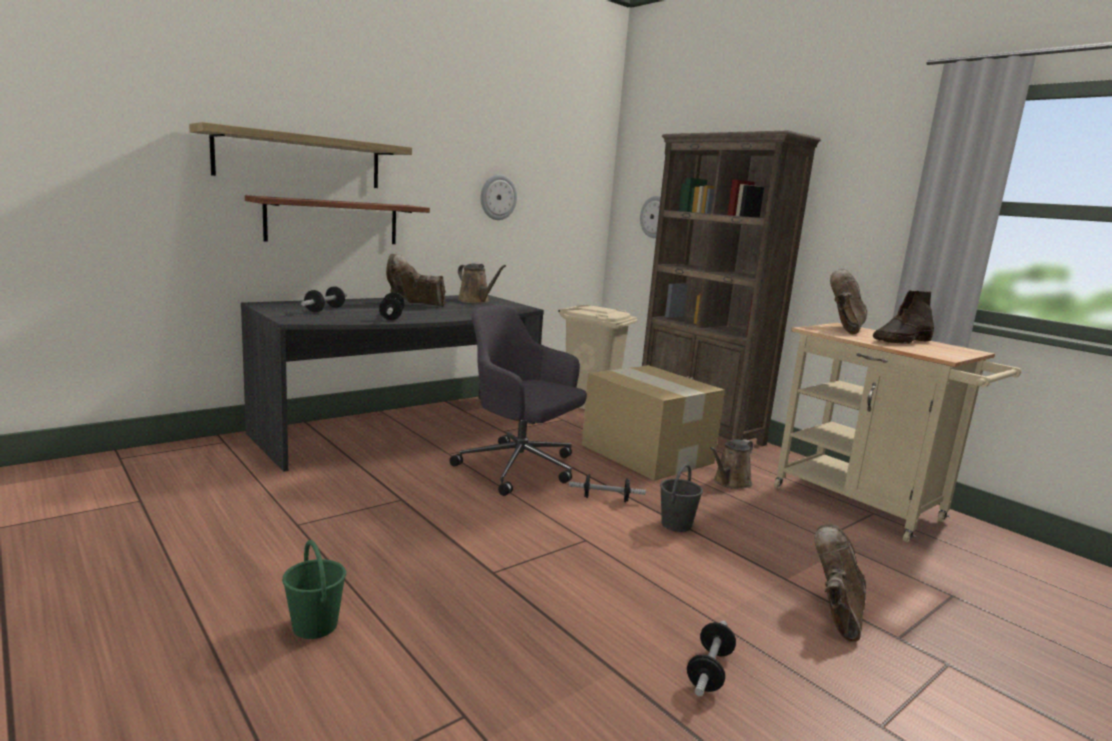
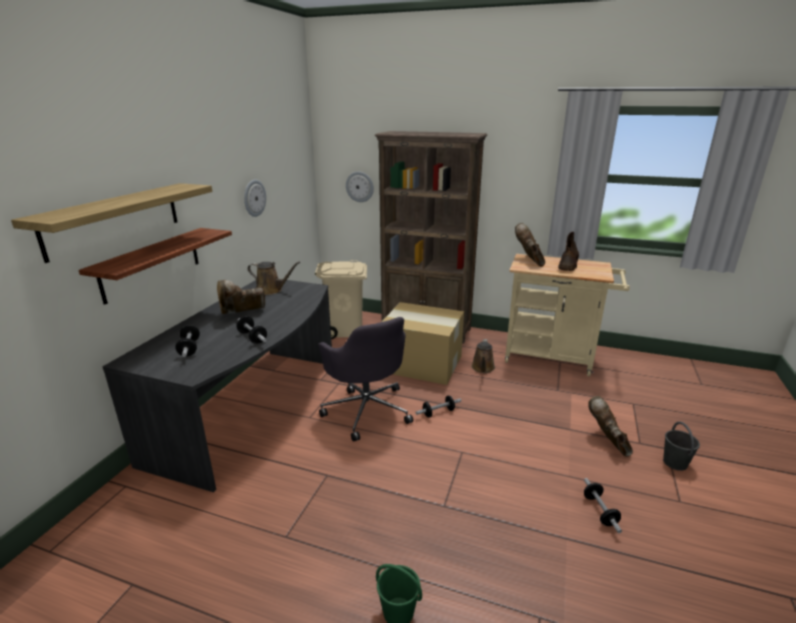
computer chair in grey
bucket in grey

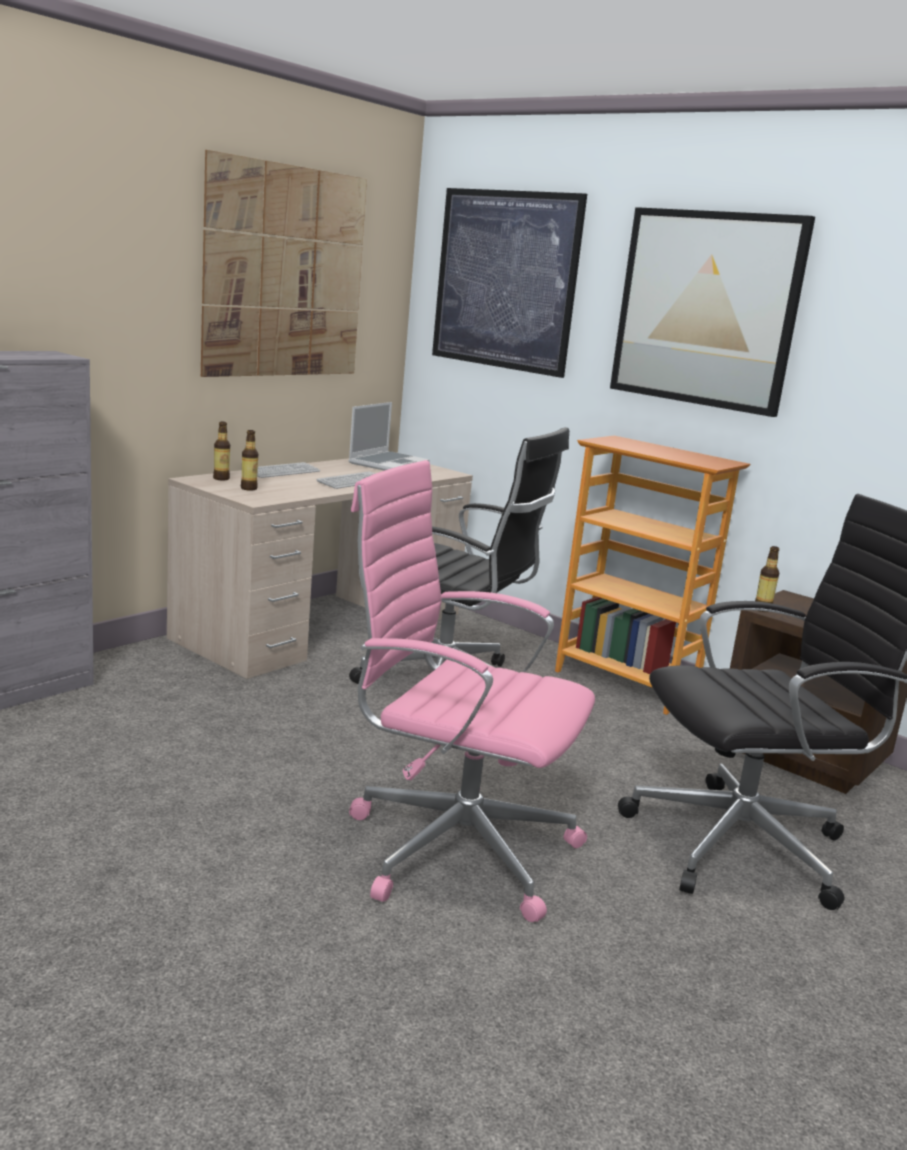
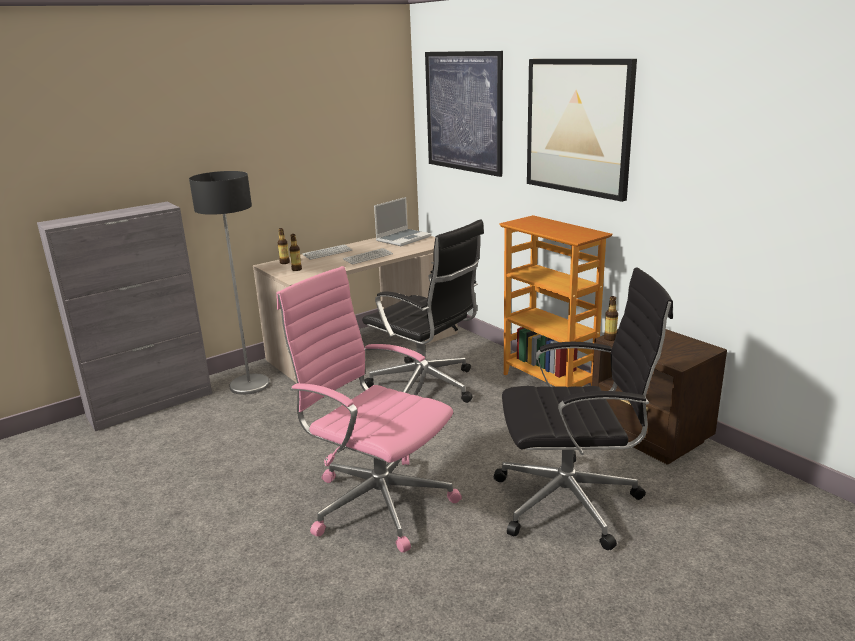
floor lamp
picture (1st from left in the first image)

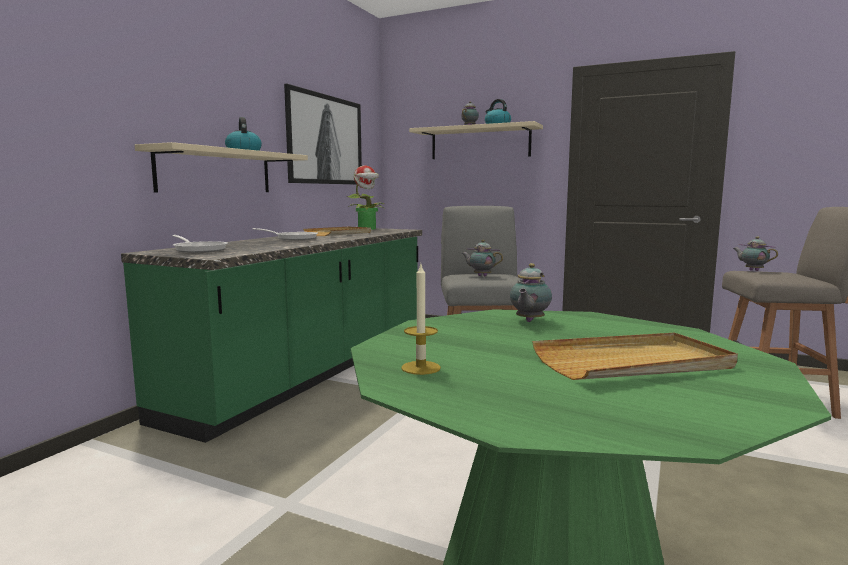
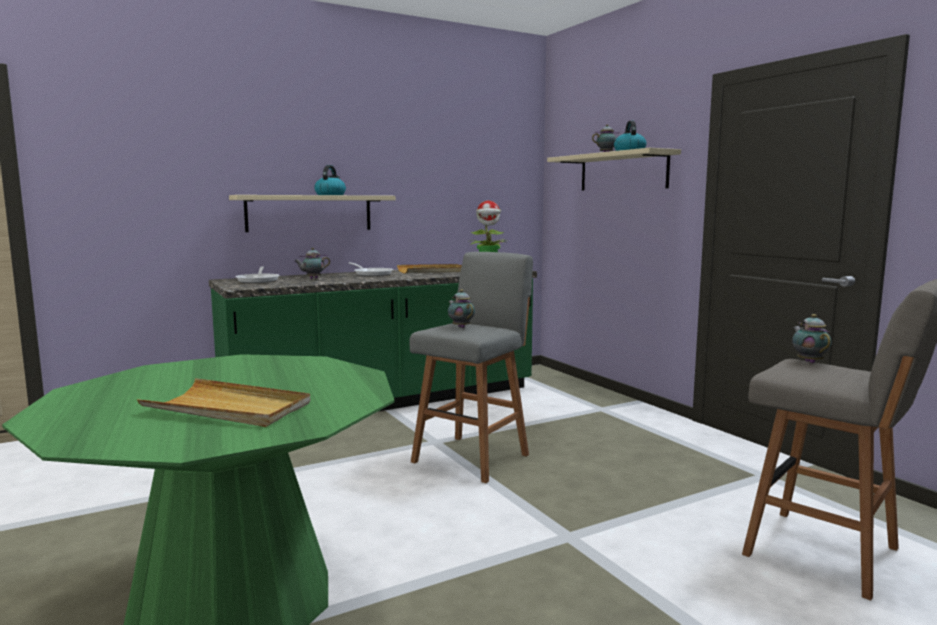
tea pot (1st from left)
picture
wax candle

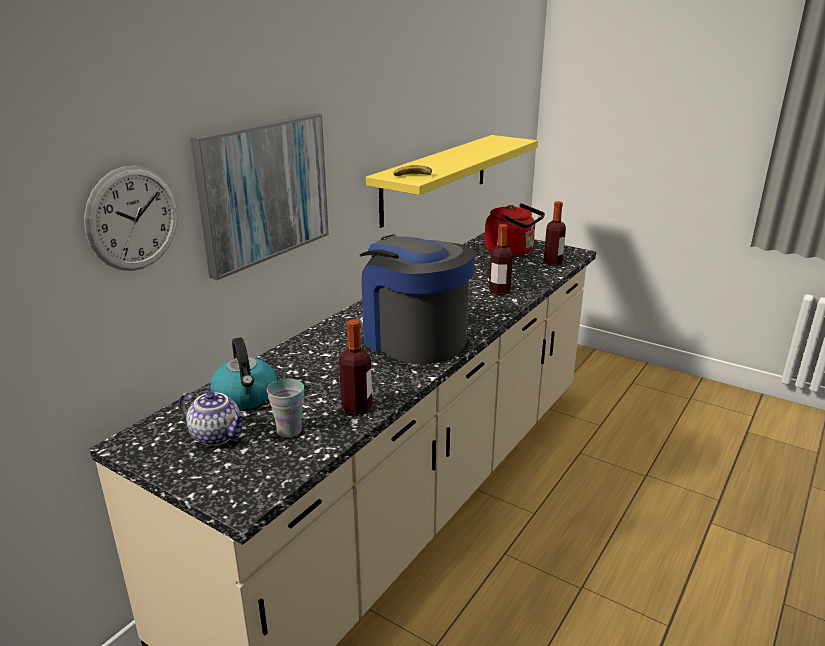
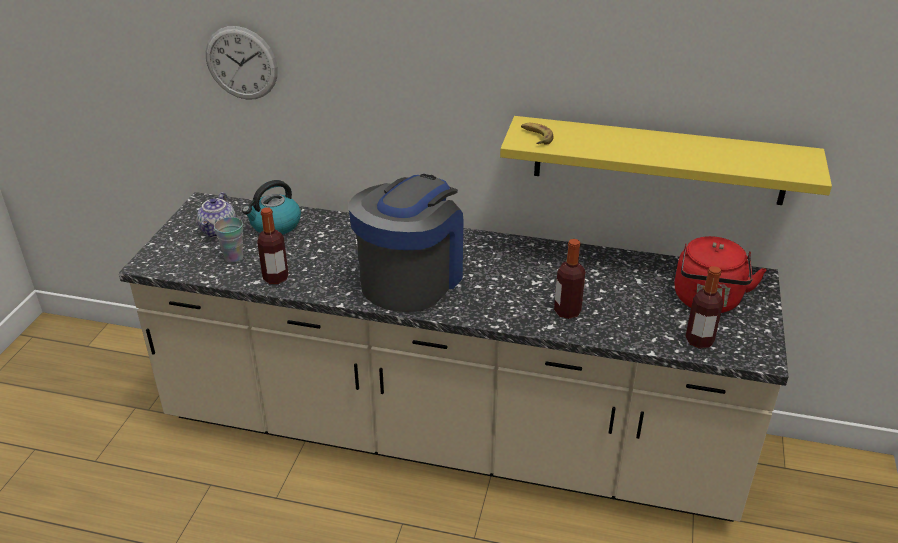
picture

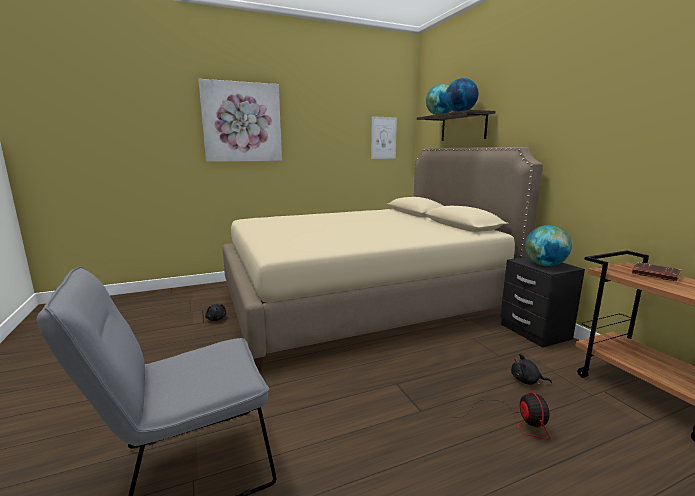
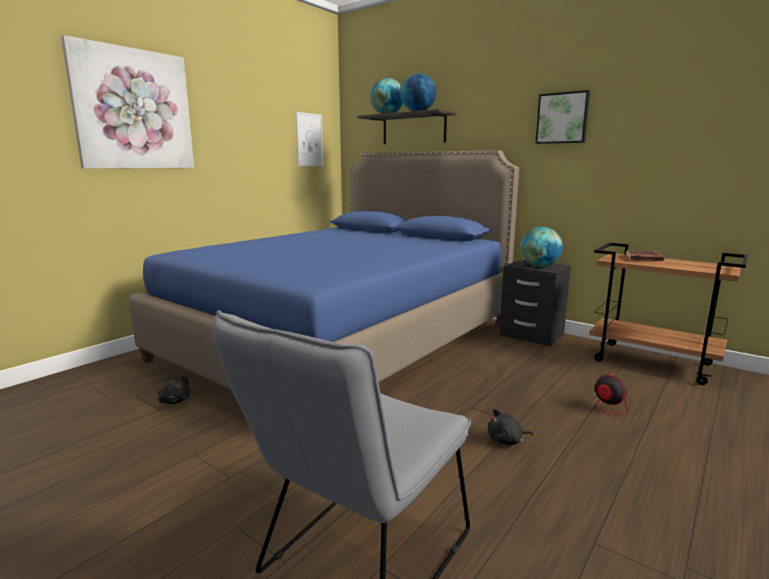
bed in blue-coloured
cuddly toy in black-coloured (2nd from left)
picture (3rd from left)

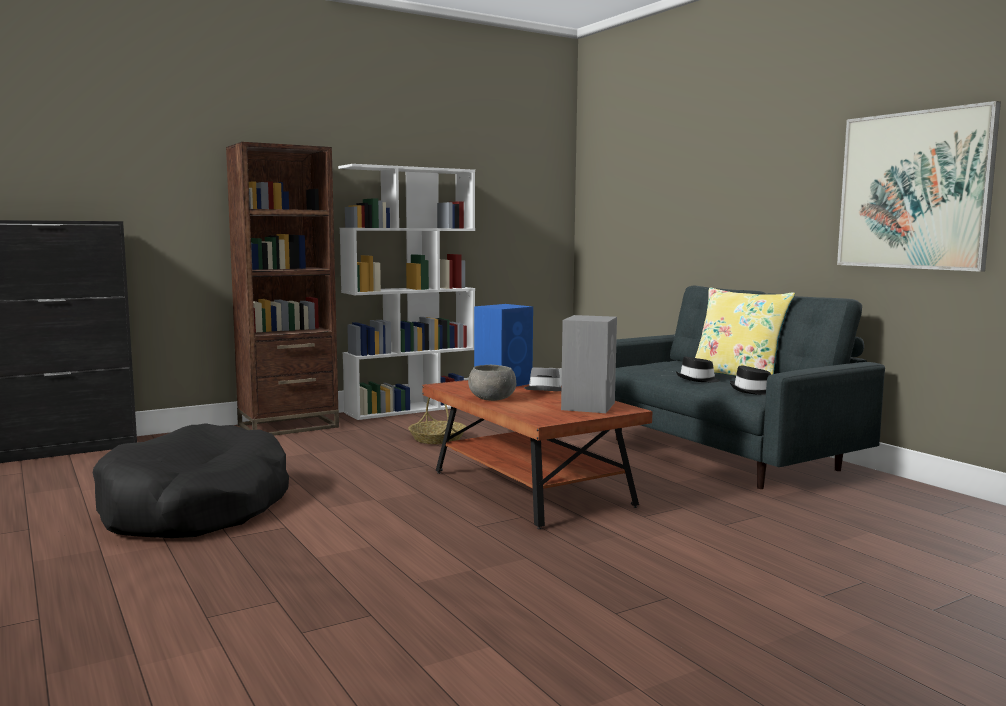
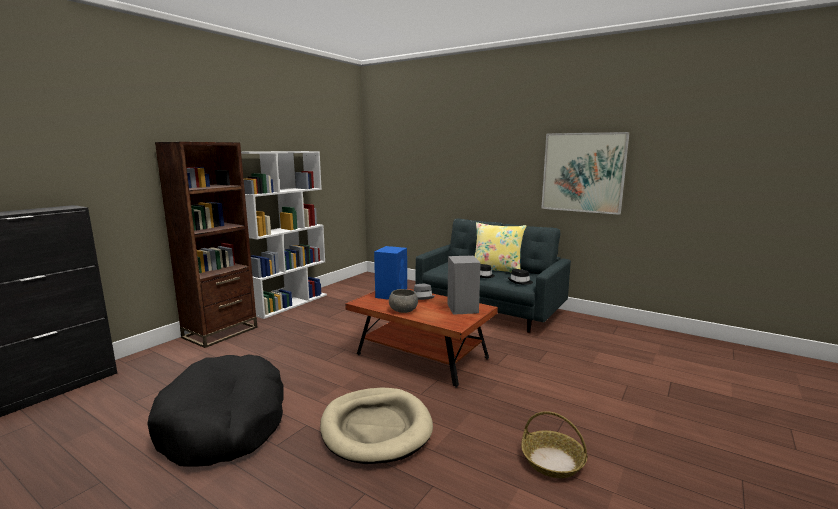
pet bed in beige
basket

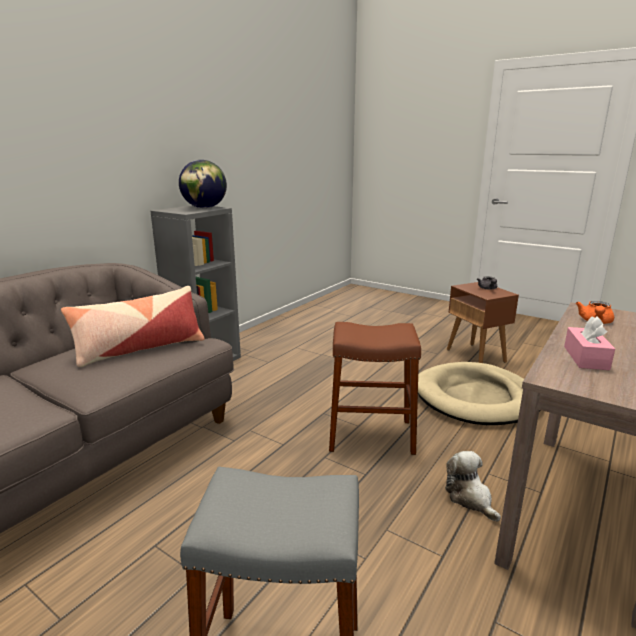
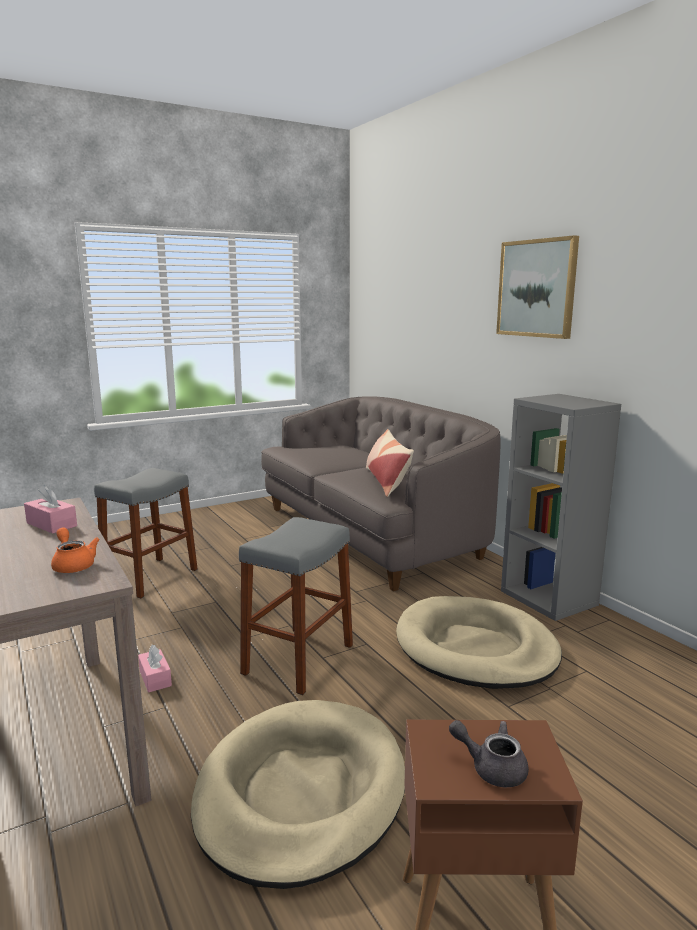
tissue holder in pink-coloured (2nd from left)
sitting stool in grey (2nd from left)
pet bed in beige (2nd from left)
picture
desk globe

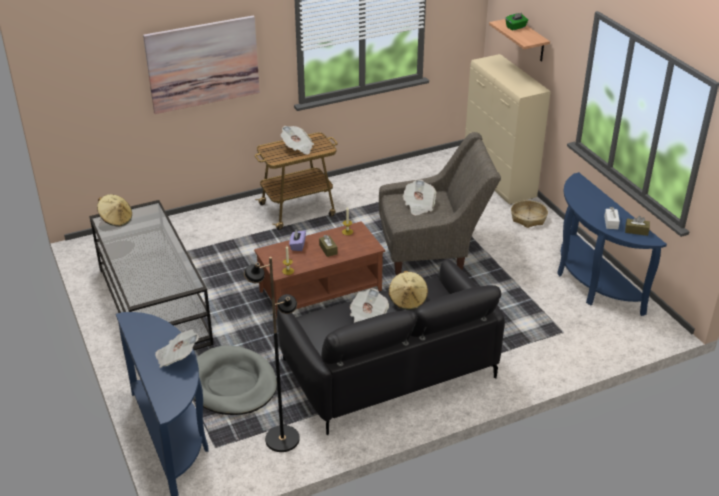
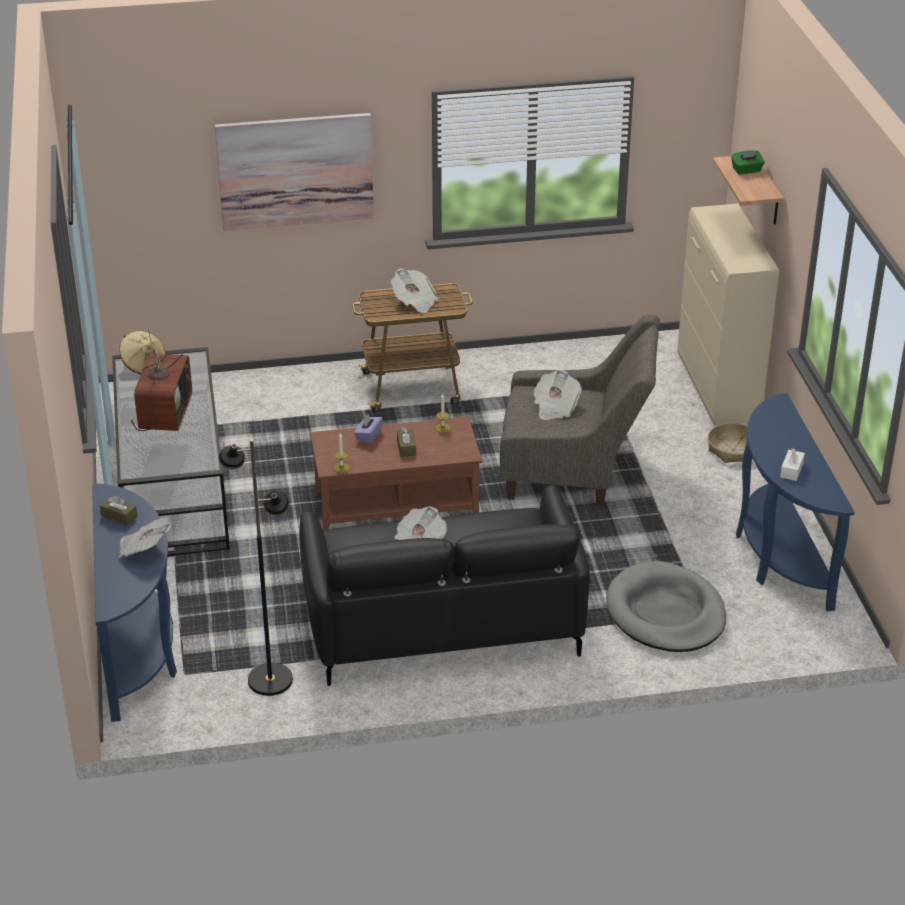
tissue holder in brownish (1st from left)
TV set
pet bed in grey
clothing hat in beige (2nd from left in the first image)

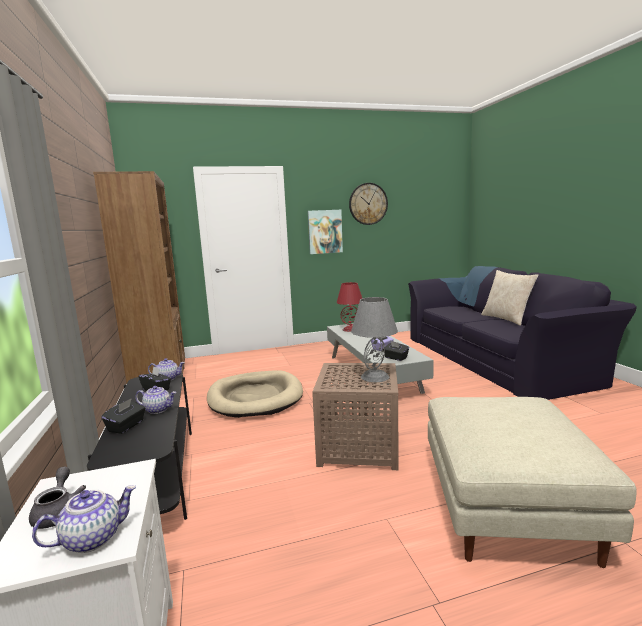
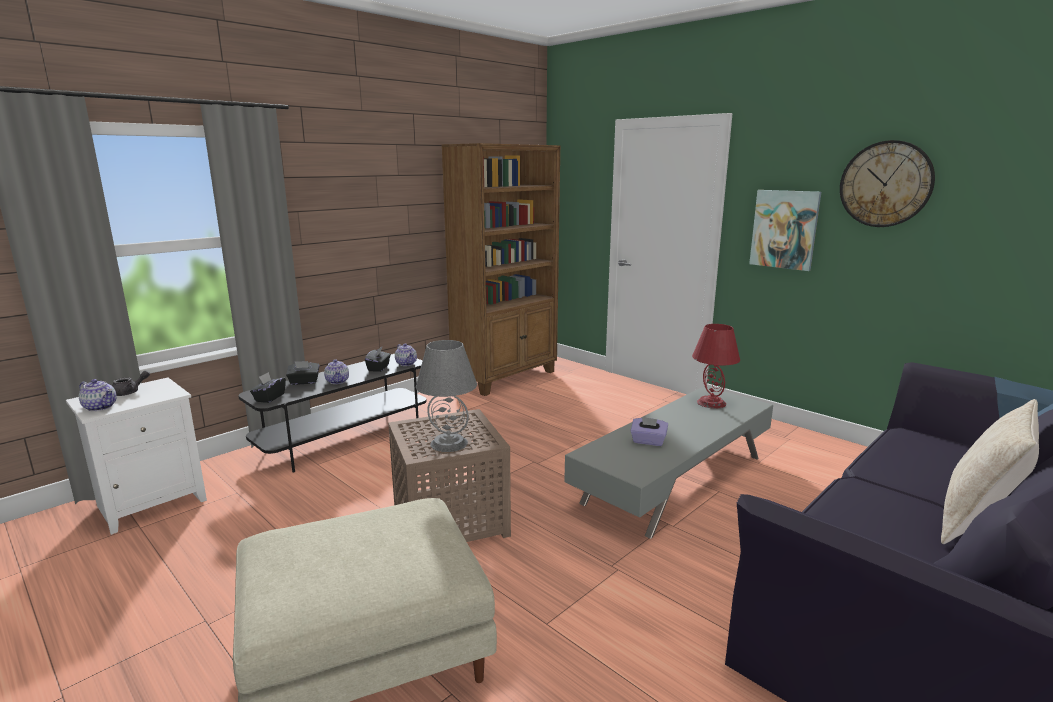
tissue holder in black-coloured (1st from left)
pet bed in beige

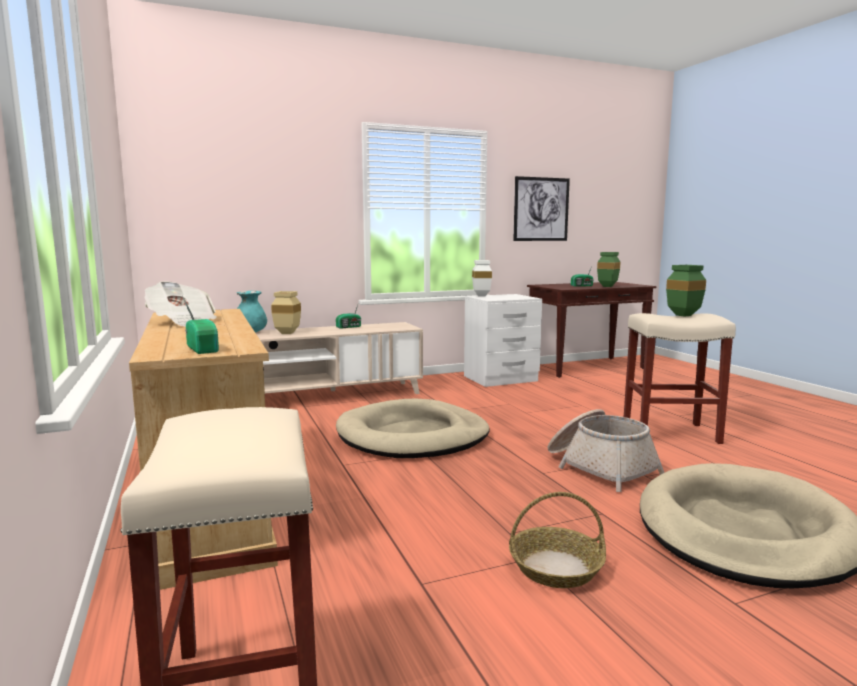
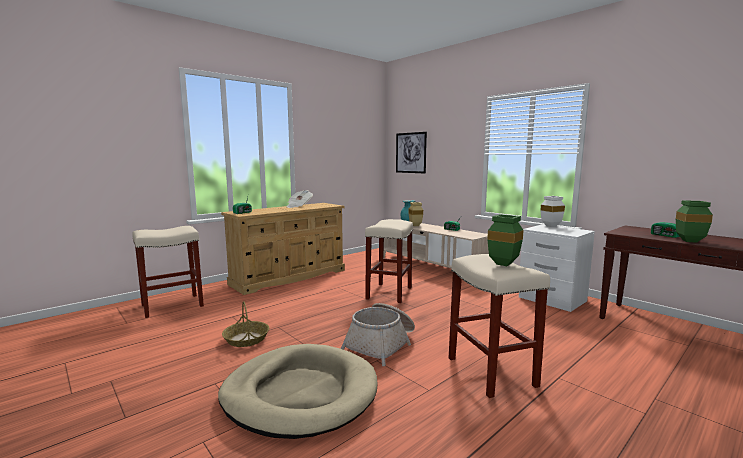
sitting stool in beige (2nd from left)
picture

